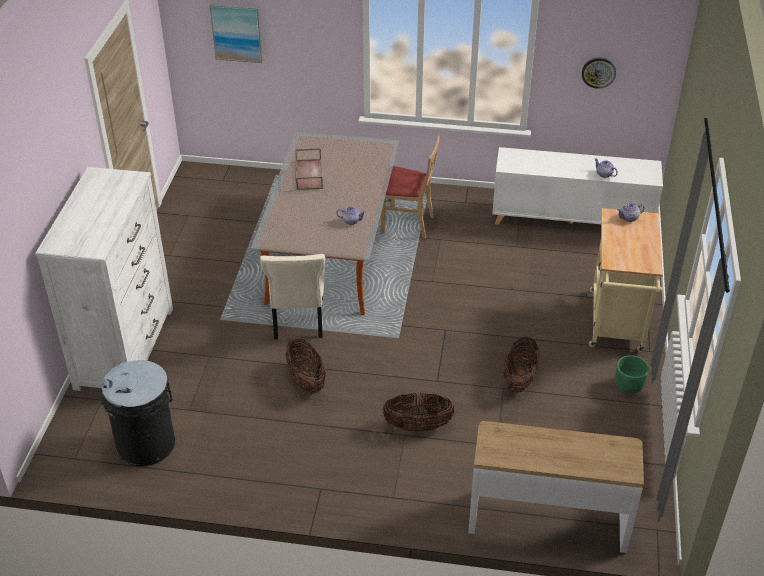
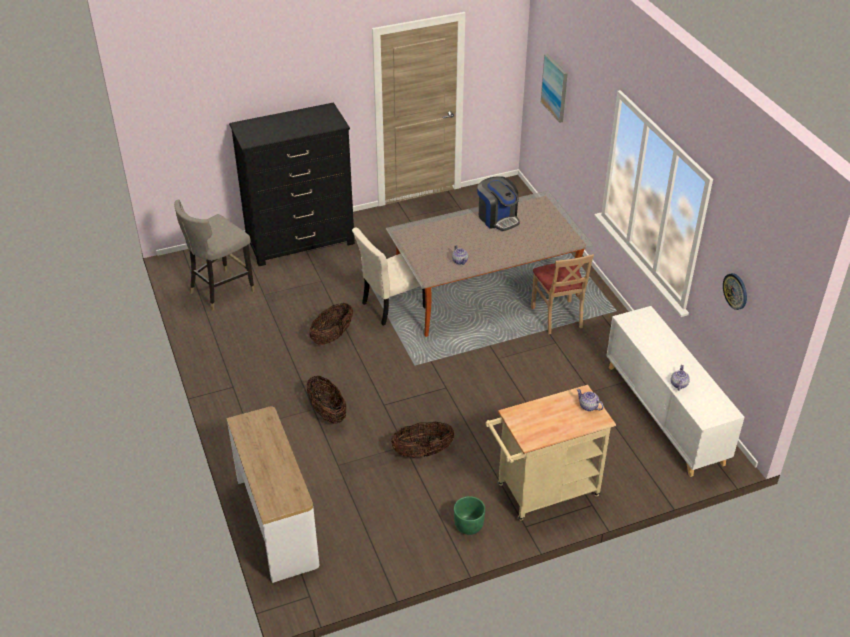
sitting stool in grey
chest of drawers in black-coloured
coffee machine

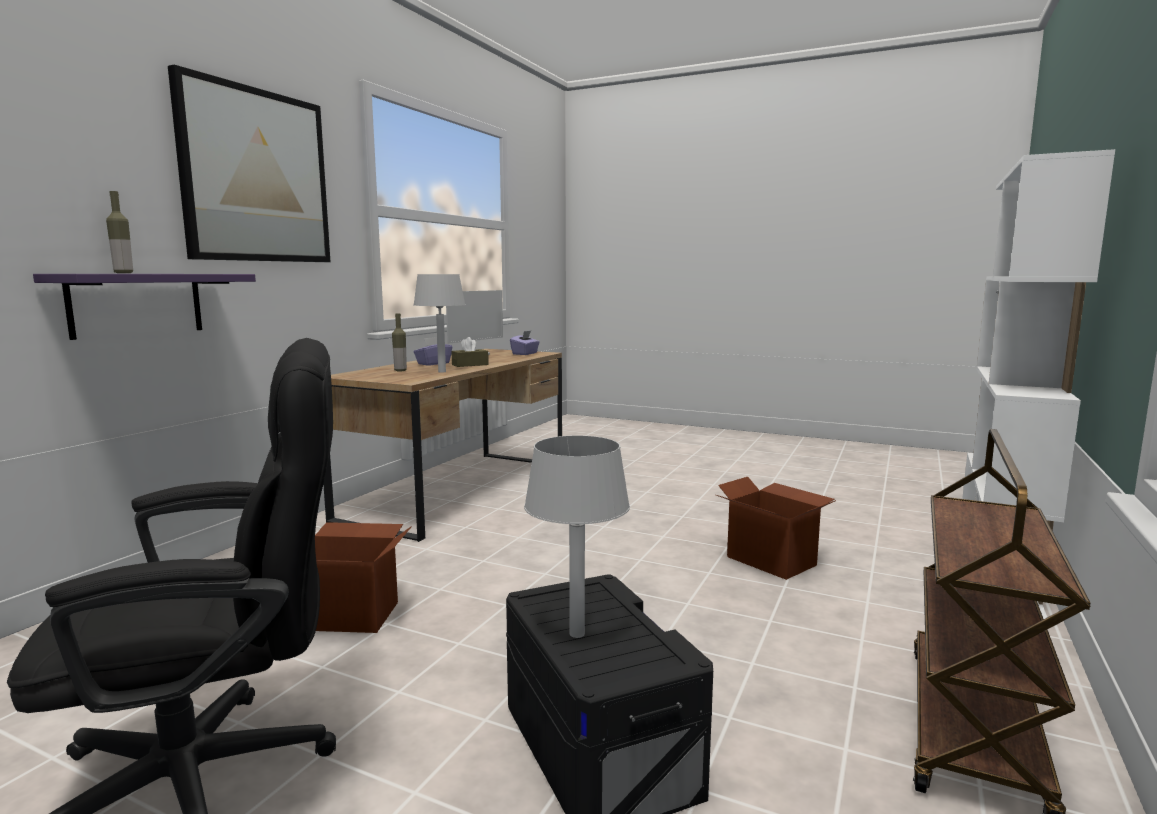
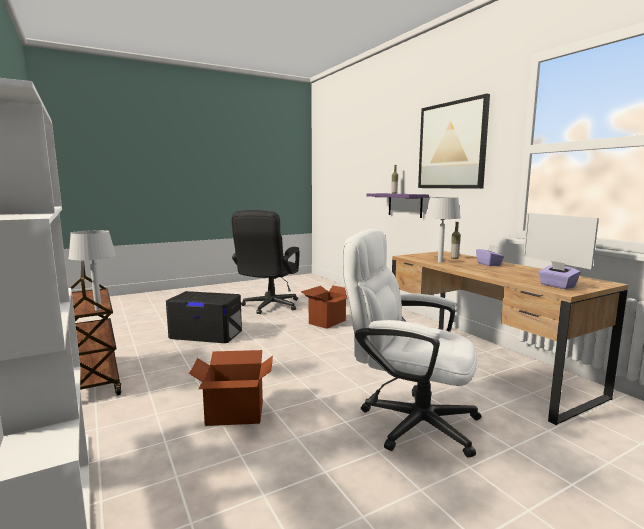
table lamp in grey (1st from left)
computer chair in white-coloured
tissue holder in brownish

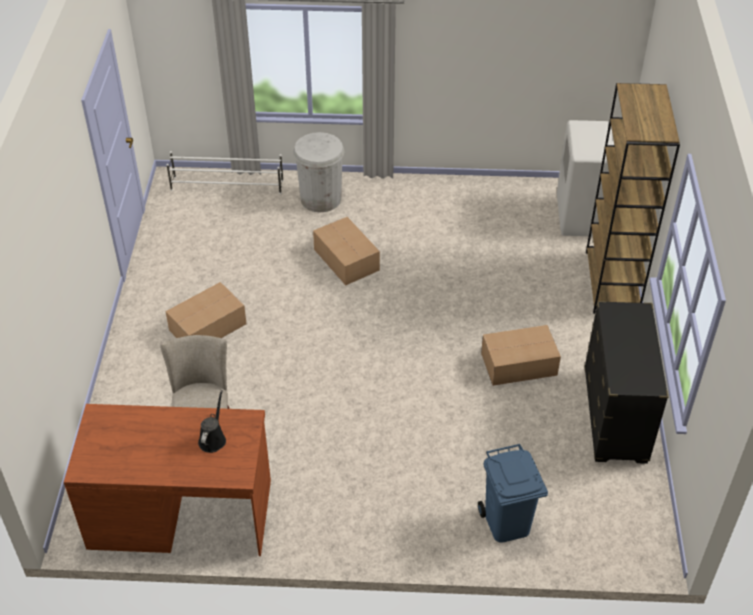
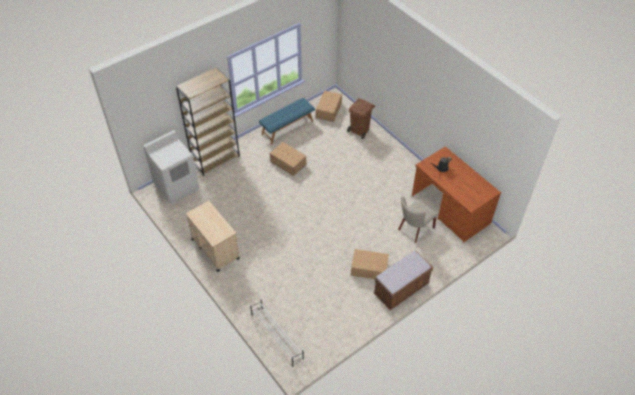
trolley in beige
indoor bench in blue-coloured
cardboard box (2nd from left)
waste bin in brownish
indoor bench in brownish
waste bin in white-coloured

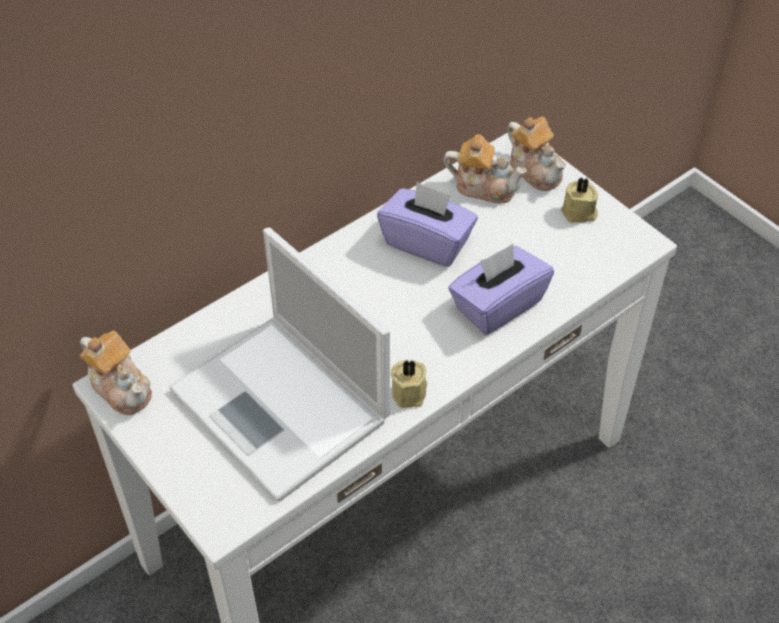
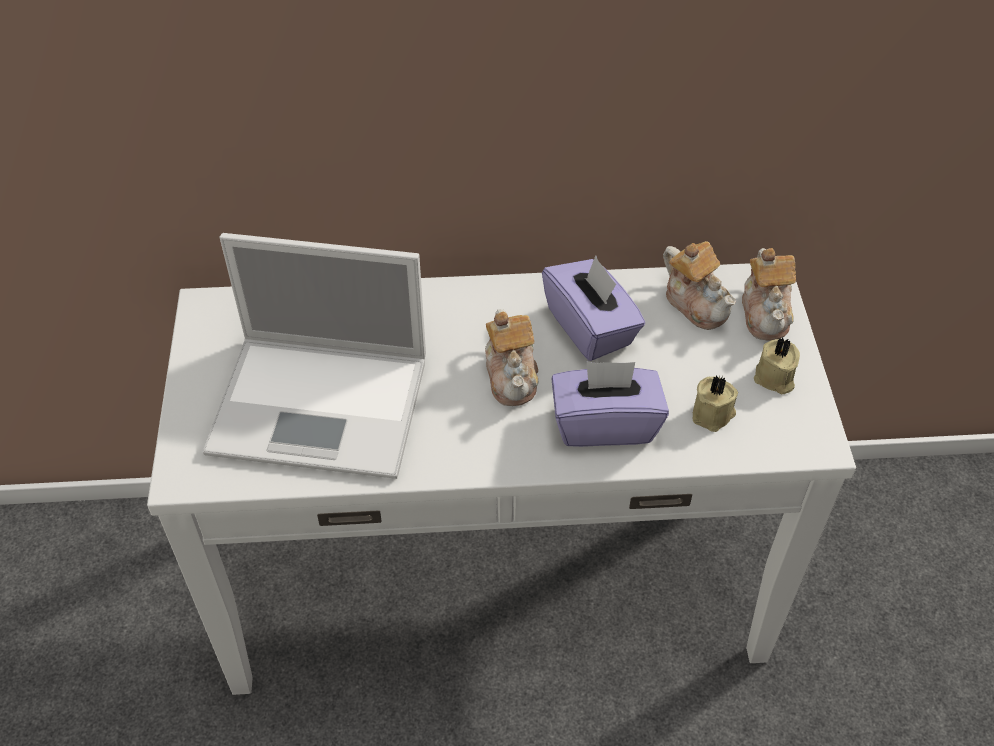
notebook computer
tea pot (1st from left)
wax candle in beige (1st from left)

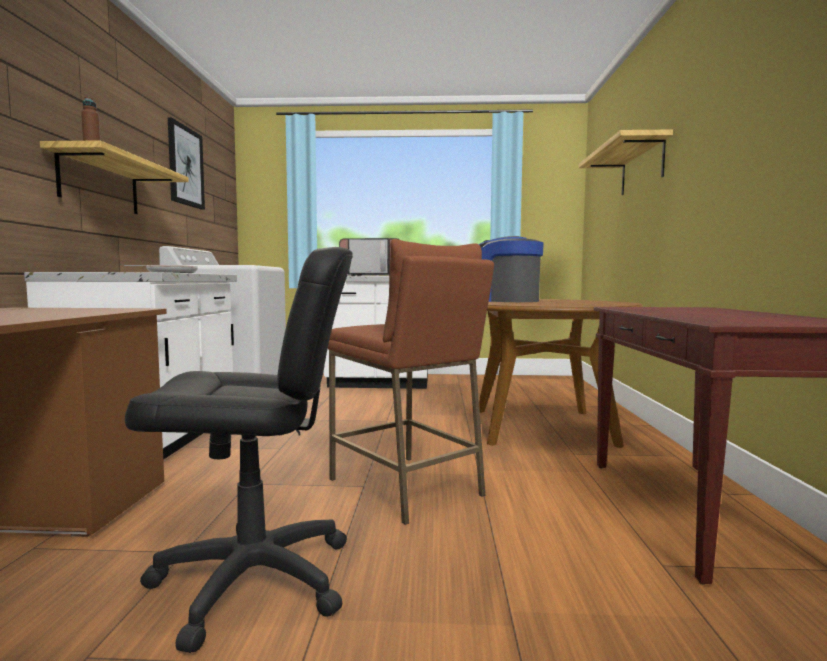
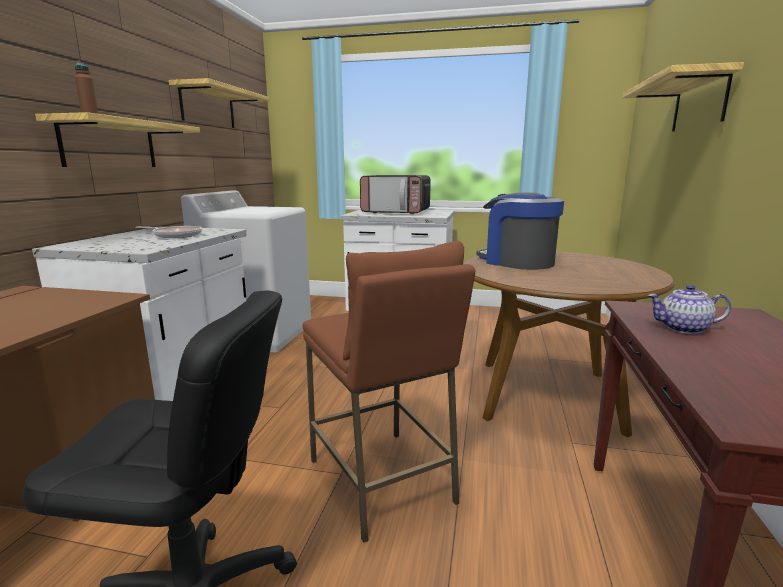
shelf (2nd from left)
tea pot

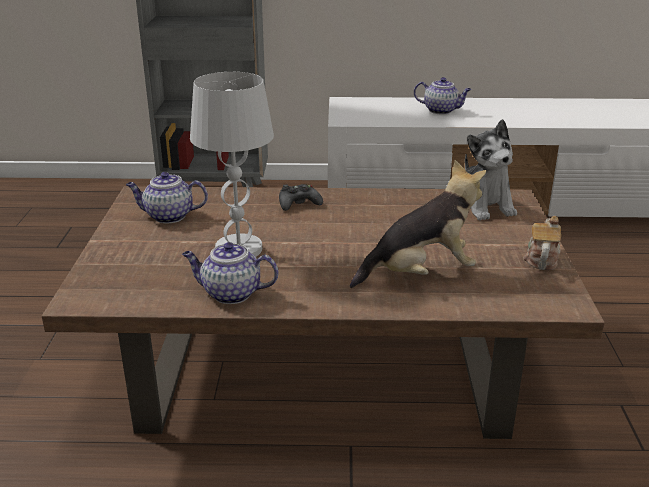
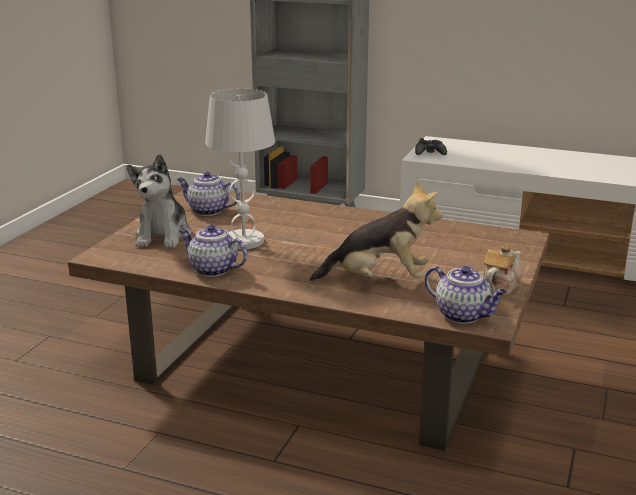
cuddly toy (1st from left)
joypad in black-coloured
tea pot (3rd from left)

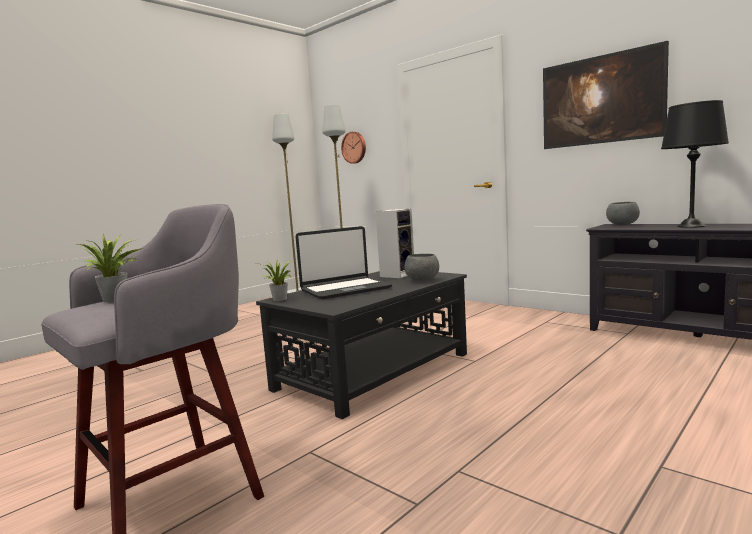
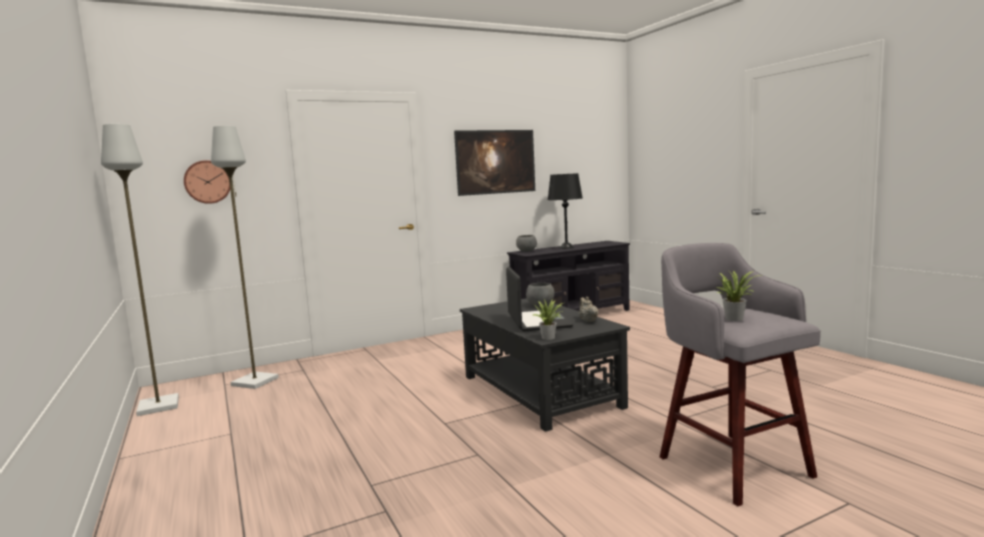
tea pot in beige
audio speaker

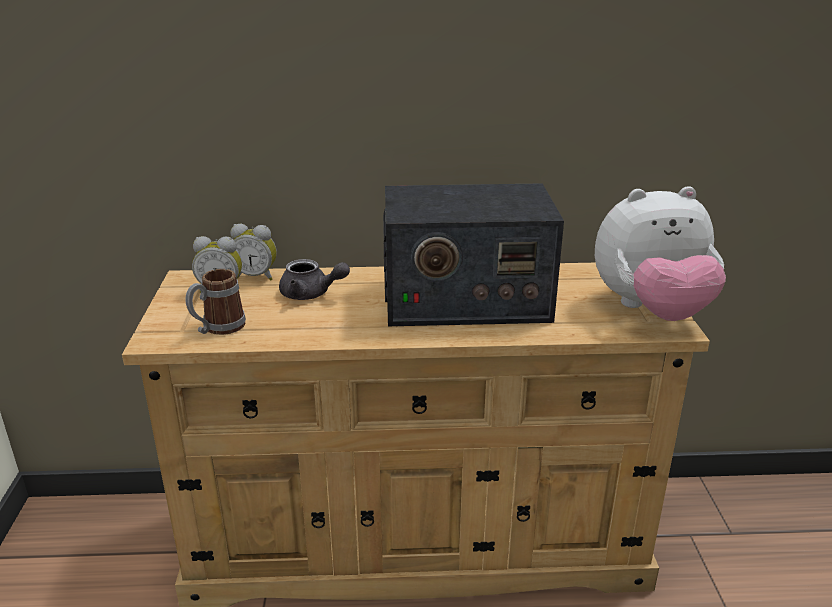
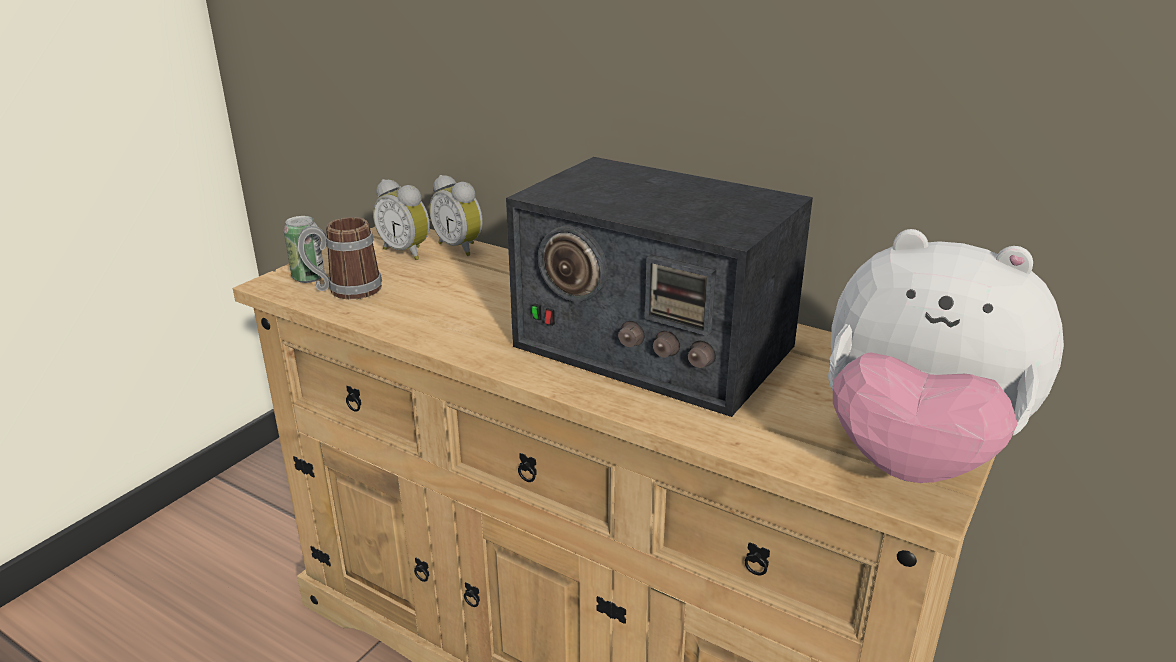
sealed can
tea pot in grey

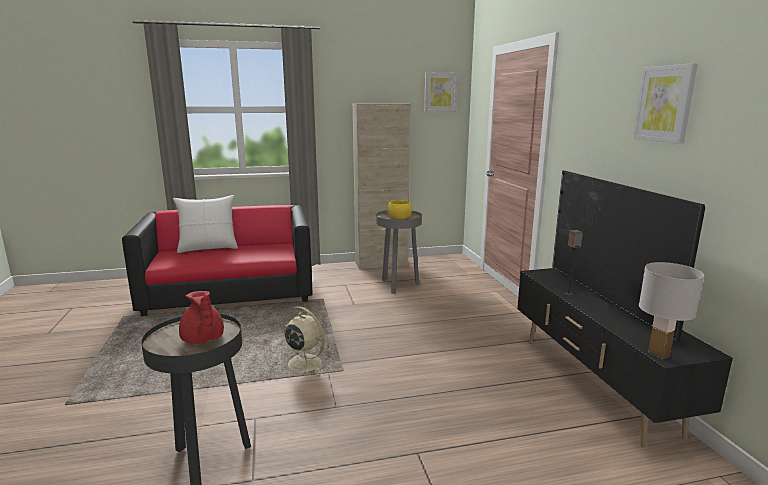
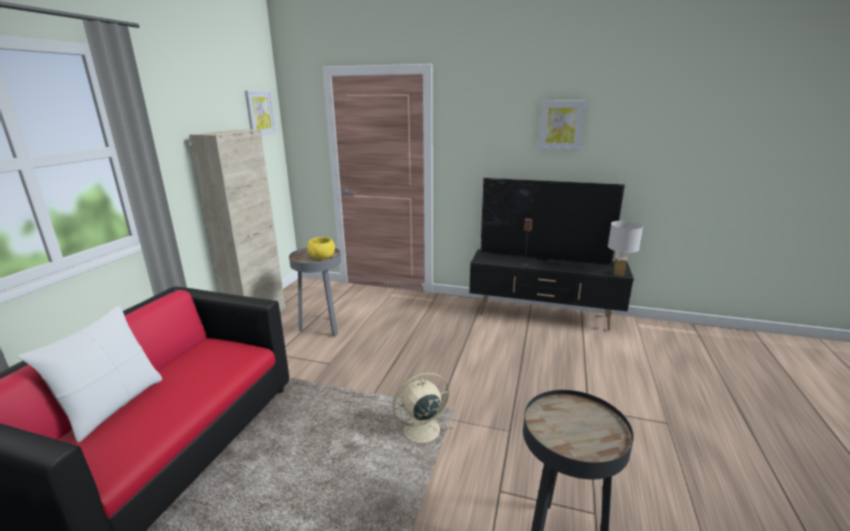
tea pot in reddish

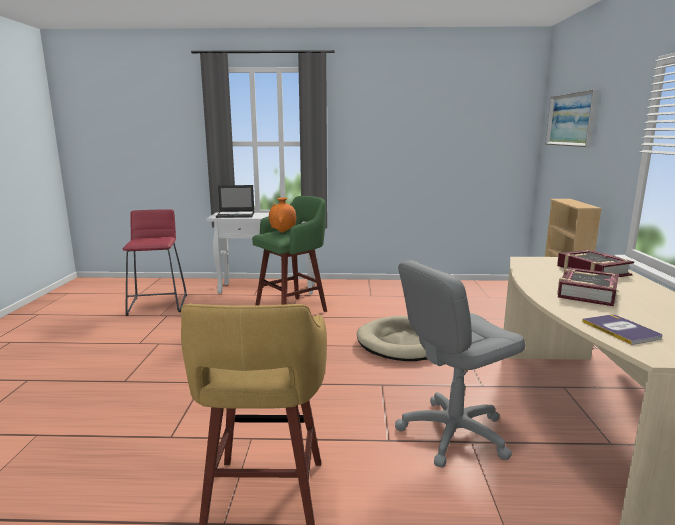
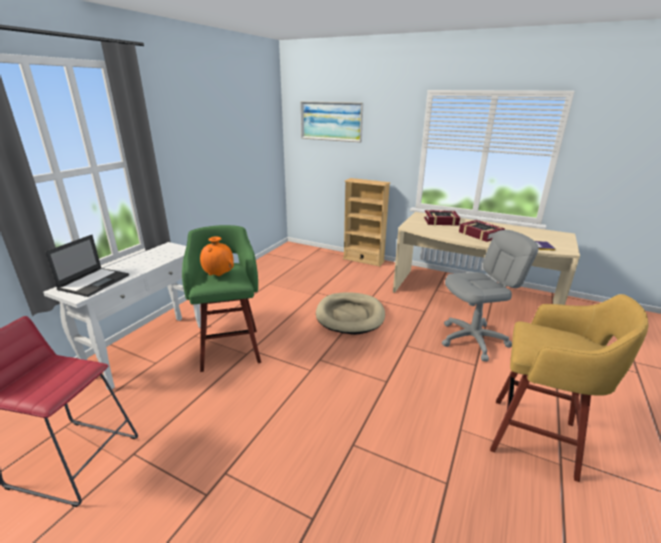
computer chair in grey

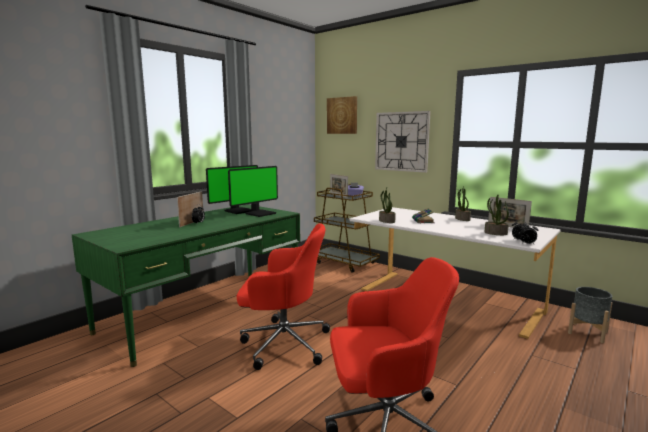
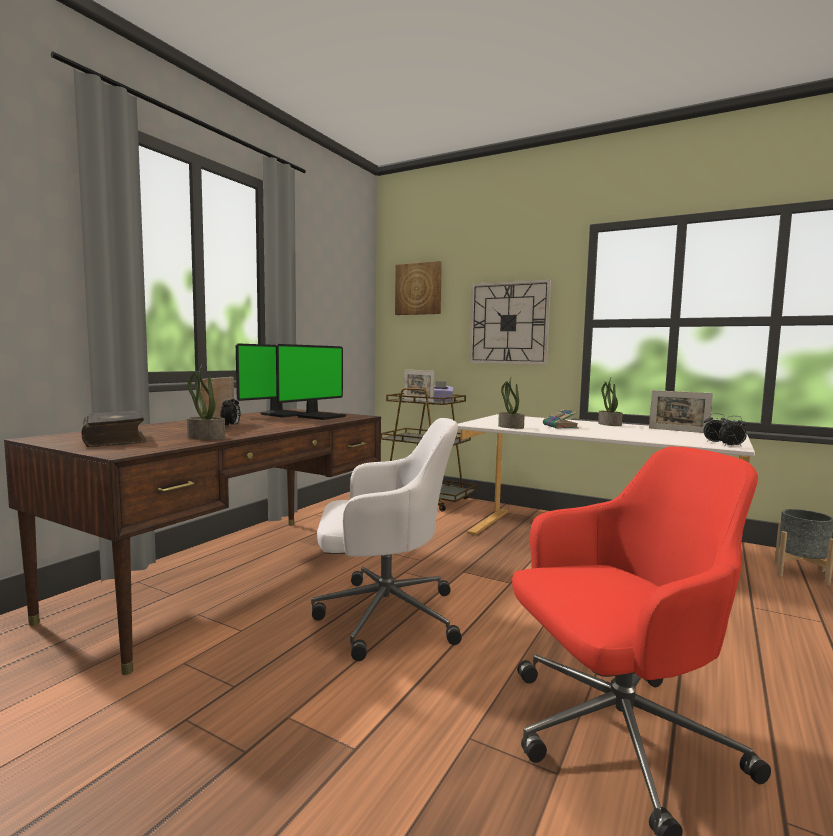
desk table in brownish
volume (1st from left)
houseplant (1st from left)
computer chair in white-coloured

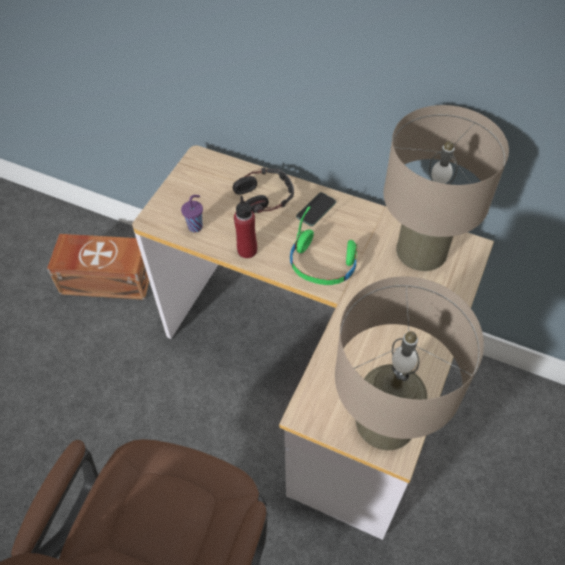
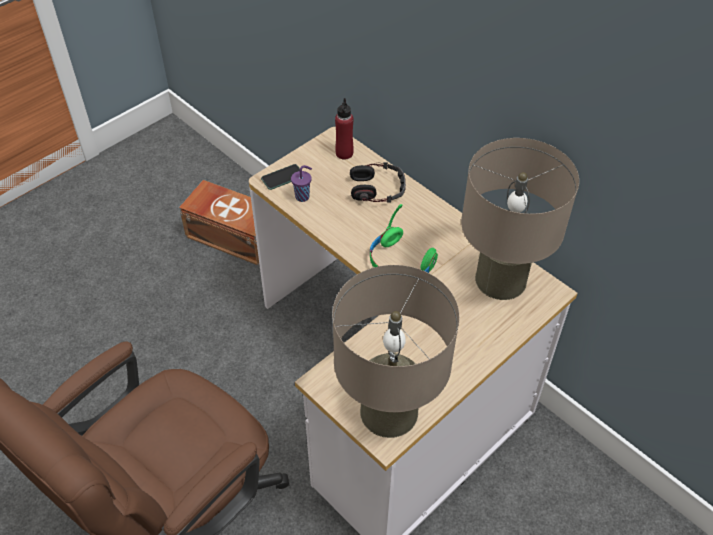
telephone
drink bottle in reddish

